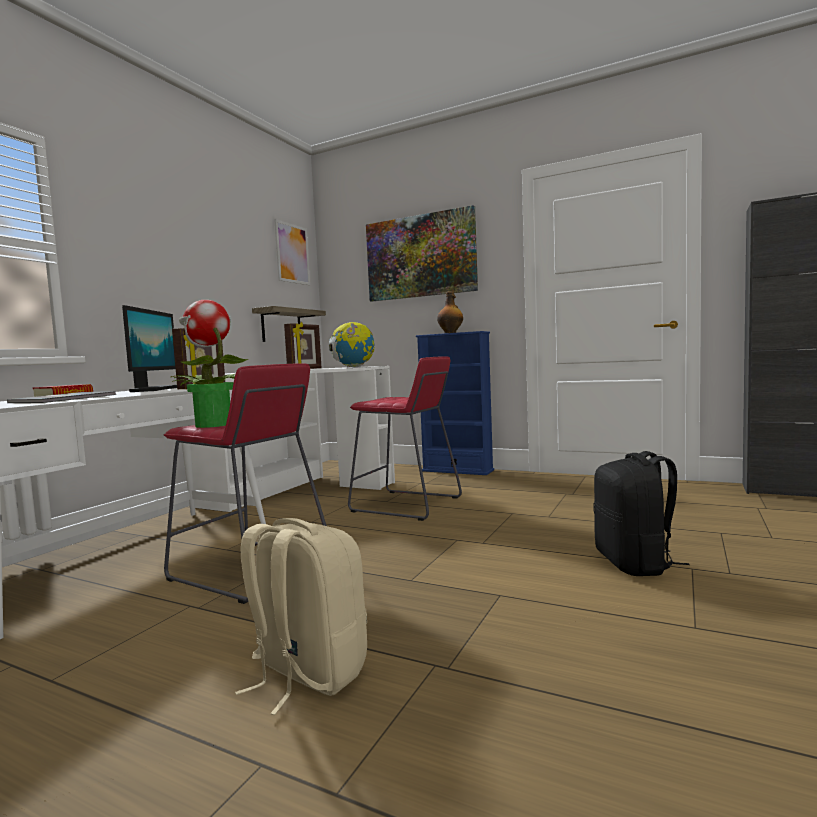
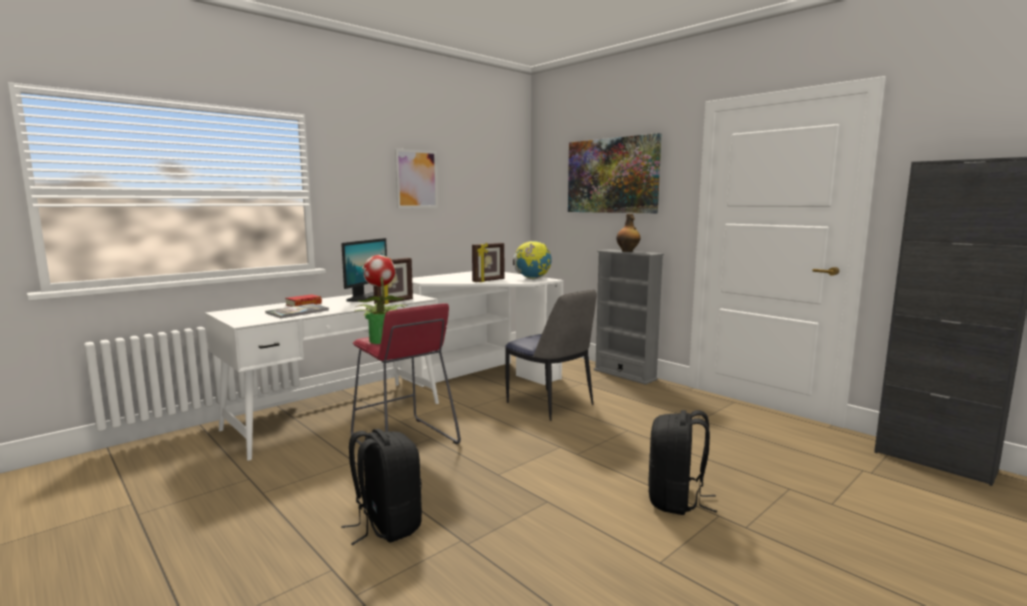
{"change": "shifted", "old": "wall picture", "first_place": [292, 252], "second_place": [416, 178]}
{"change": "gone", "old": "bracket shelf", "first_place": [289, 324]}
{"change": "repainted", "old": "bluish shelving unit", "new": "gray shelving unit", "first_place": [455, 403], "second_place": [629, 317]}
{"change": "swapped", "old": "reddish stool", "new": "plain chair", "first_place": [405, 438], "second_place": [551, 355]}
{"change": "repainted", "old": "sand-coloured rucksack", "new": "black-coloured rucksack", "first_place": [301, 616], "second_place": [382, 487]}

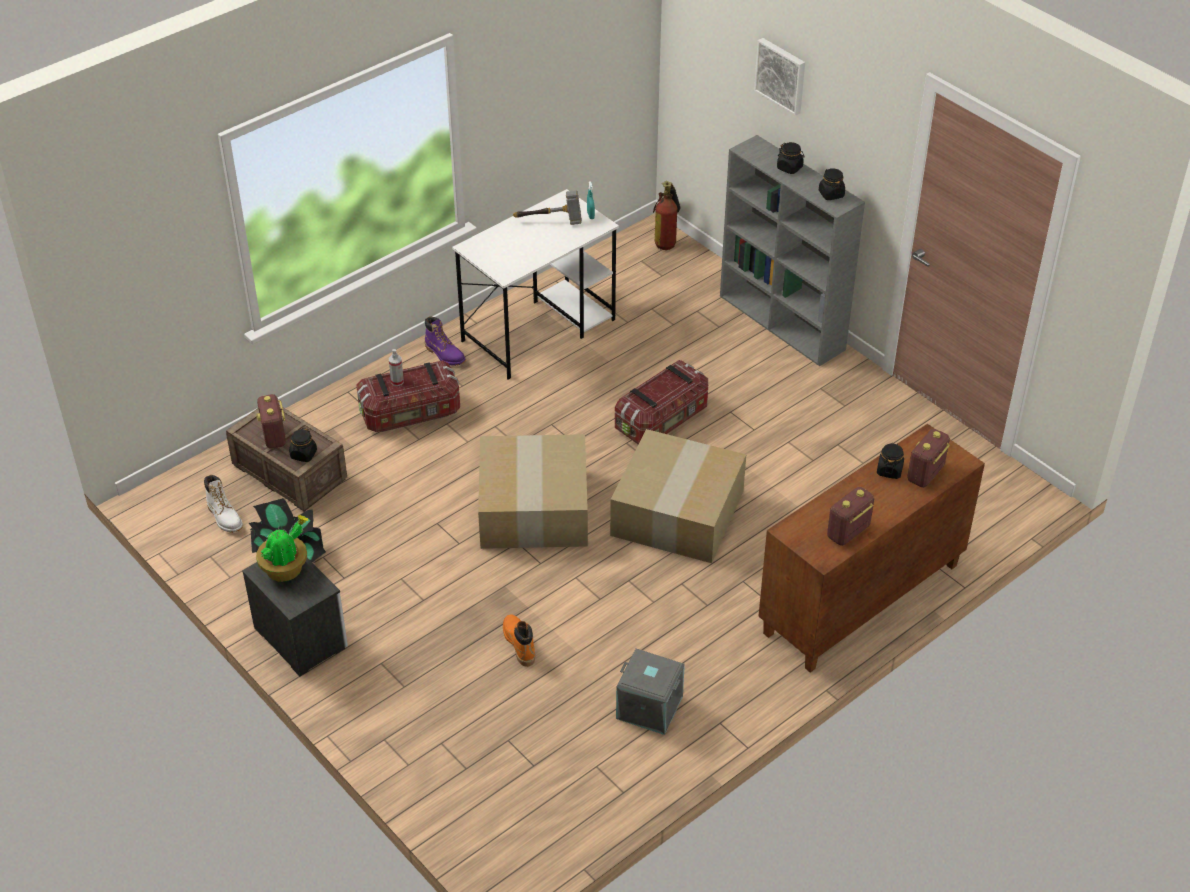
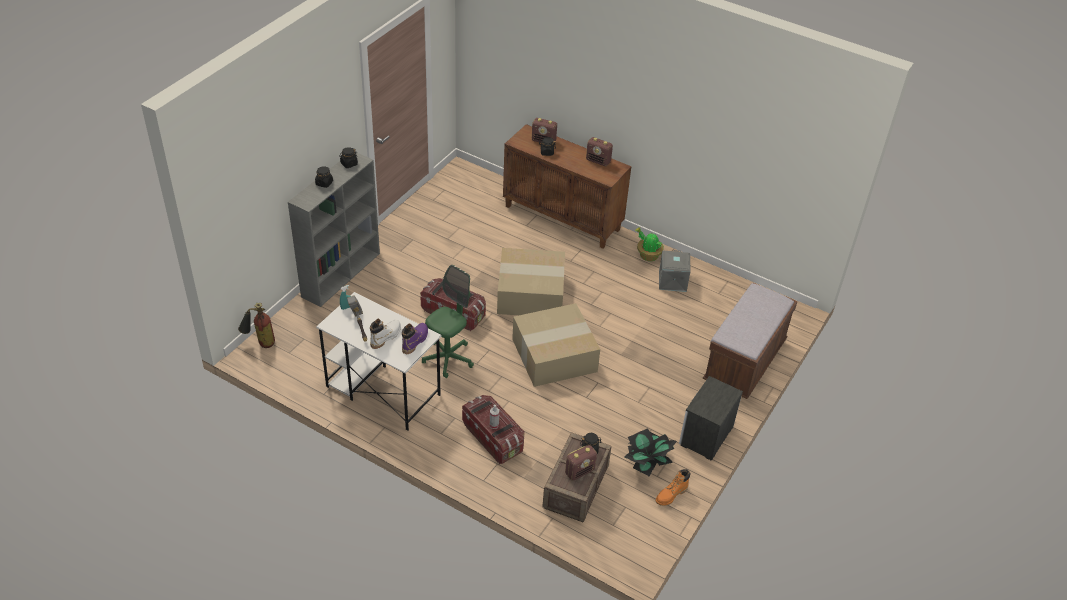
{"change": "gone", "old": "wall picture", "first_place": [779, 77]}
{"change": "shifted", "old": "purplish boot", "first_place": [445, 341], "second_place": [415, 338]}
{"change": "shifted", "old": "whitish boot", "first_place": [223, 504], "second_place": [385, 334]}
{"change": "shifted", "old": "potted plant", "first_place": [282, 548], "second_place": [649, 244]}
{"change": "shifted", "old": "orange boot", "first_place": [519, 641], "second_place": [673, 487]}
{"change": "new", "new": "green-coloured desk chair", "second_place": [448, 321]}
{"change": "new", "new": "brown-coloured indoor bench", "second_place": [750, 341]}

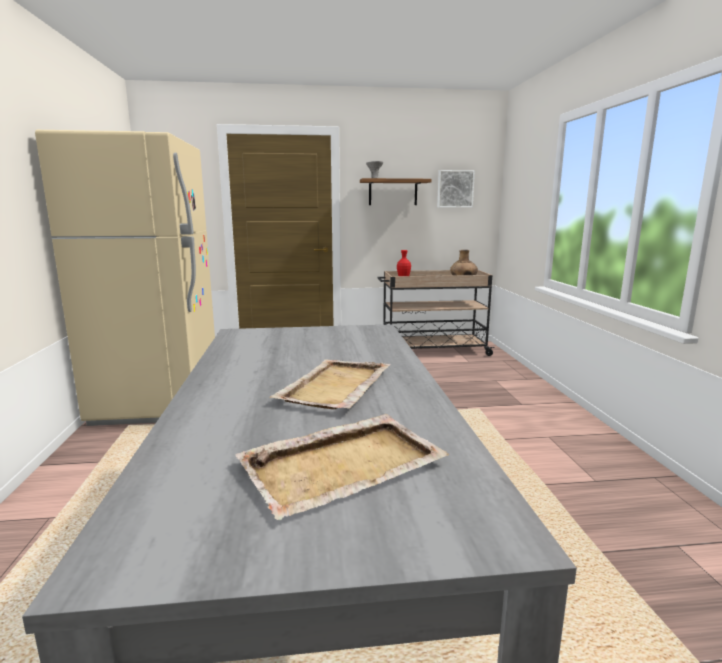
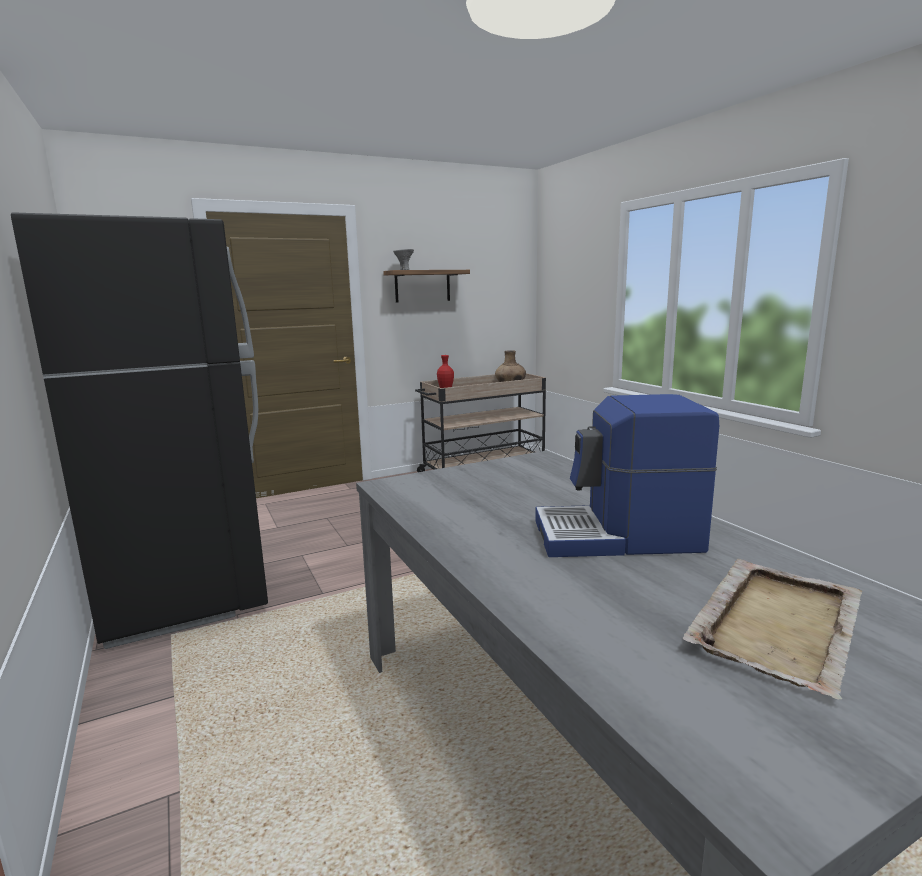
{"change": "repainted", "old": "sand-coloured fridge", "new": "black-coloured fridge", "first_place": [125, 278], "second_place": [139, 430]}
{"change": "gone", "old": "wall picture", "first_place": [456, 189]}
{"change": "swapped", "old": "sand-coloured tray", "new": "coffee maker", "first_place": [330, 384], "second_place": [627, 475]}

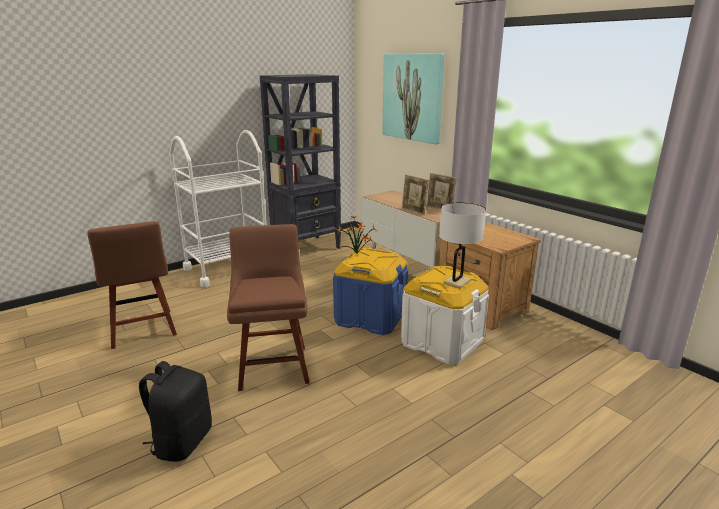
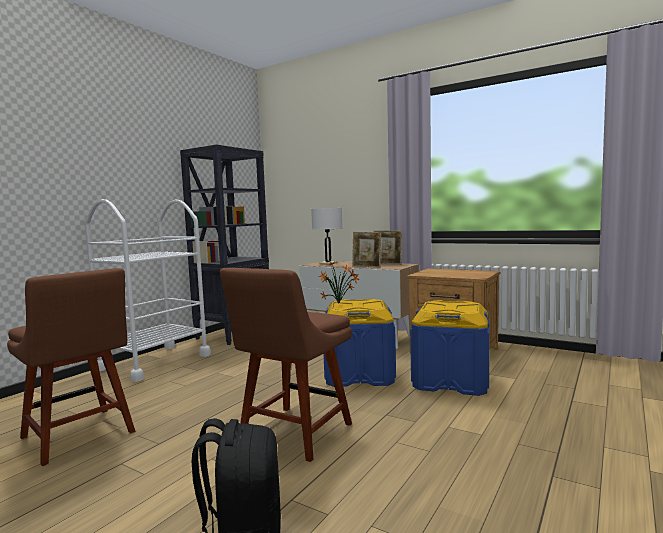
{"change": "gone", "old": "wall picture", "first_place": [413, 98]}
{"change": "shifted", "old": "whitish tabletop lamp", "first_place": [462, 245], "second_place": [326, 236]}
{"change": "rotated", "old": "brown-coloured plain chair", "first_place": [268, 307], "second_place": [286, 365], "degrees": -120}
{"change": "repainted", "old": "whitish storage container", "new": "bluish storage container", "first_place": [445, 315], "second_place": [449, 348]}

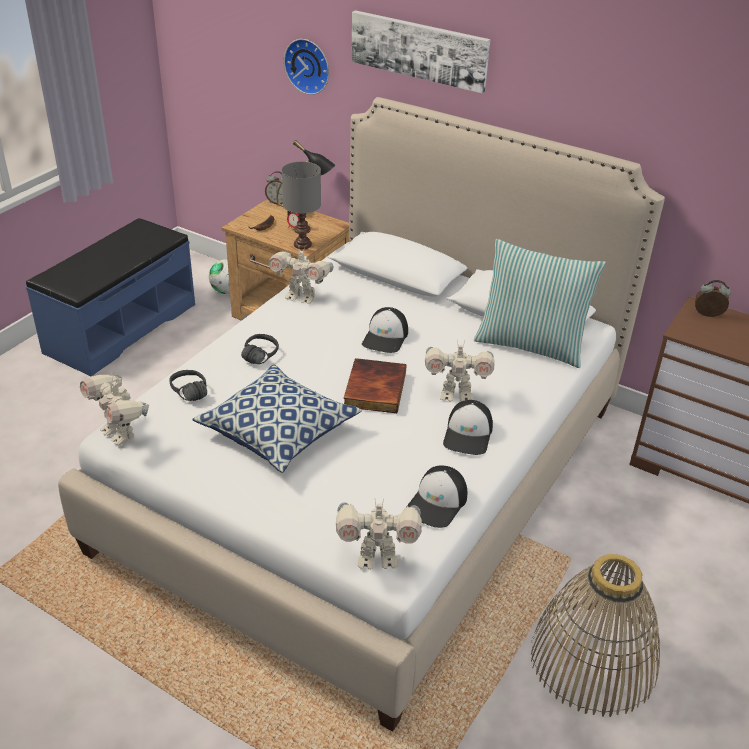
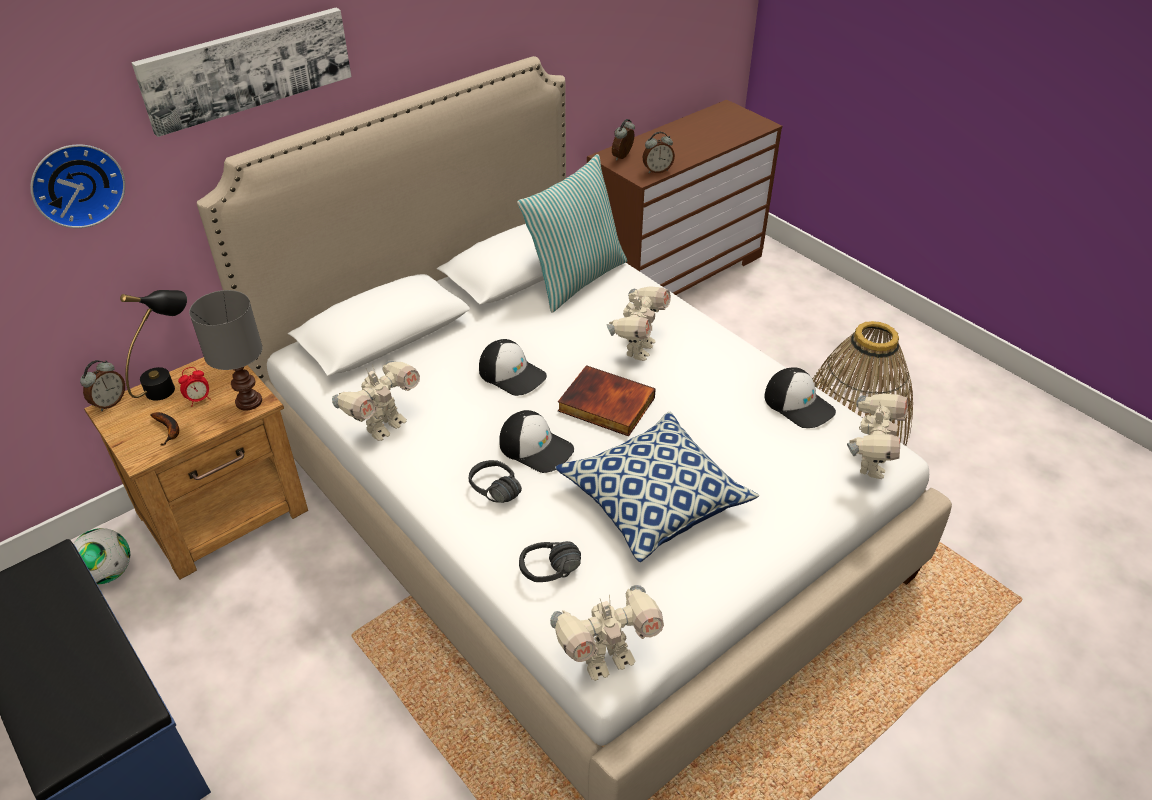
{"change": "shifted", "old": "cap", "first_place": [468, 427], "second_place": [536, 441]}
{"change": "new", "new": "bedside clock", "second_place": [658, 152]}

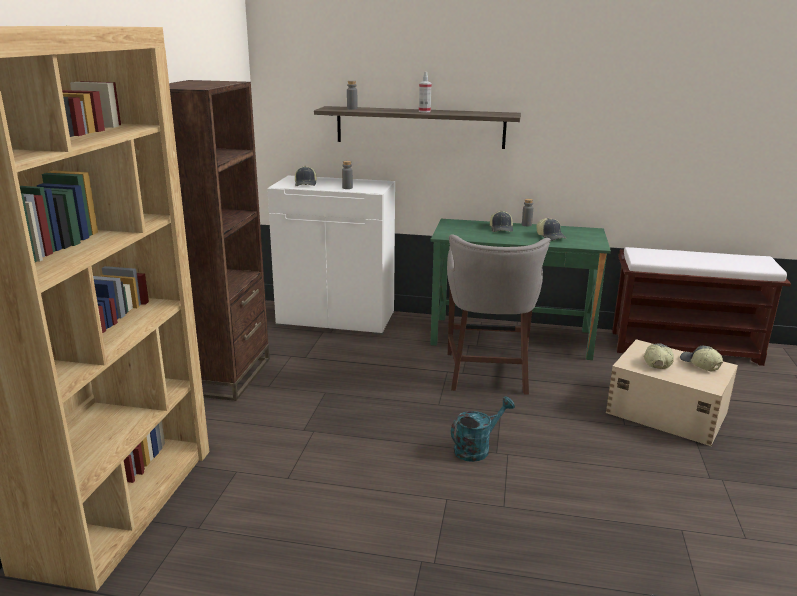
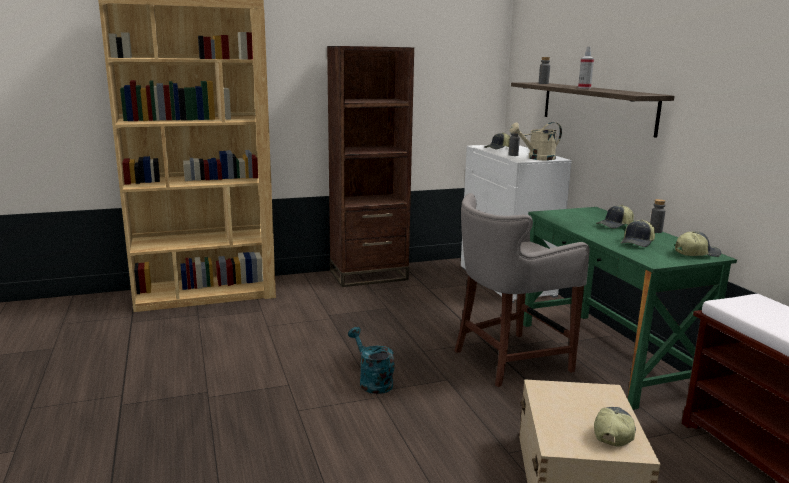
{"change": "shifted", "old": "cap", "first_place": [659, 356], "second_place": [698, 244]}
{"change": "rotated", "old": "turquoise sprinkling can", "first_place": [483, 429], "second_place": [371, 360], "degrees": -150}
{"change": "new", "new": "sand-coloured sprinkling can", "second_place": [535, 141]}

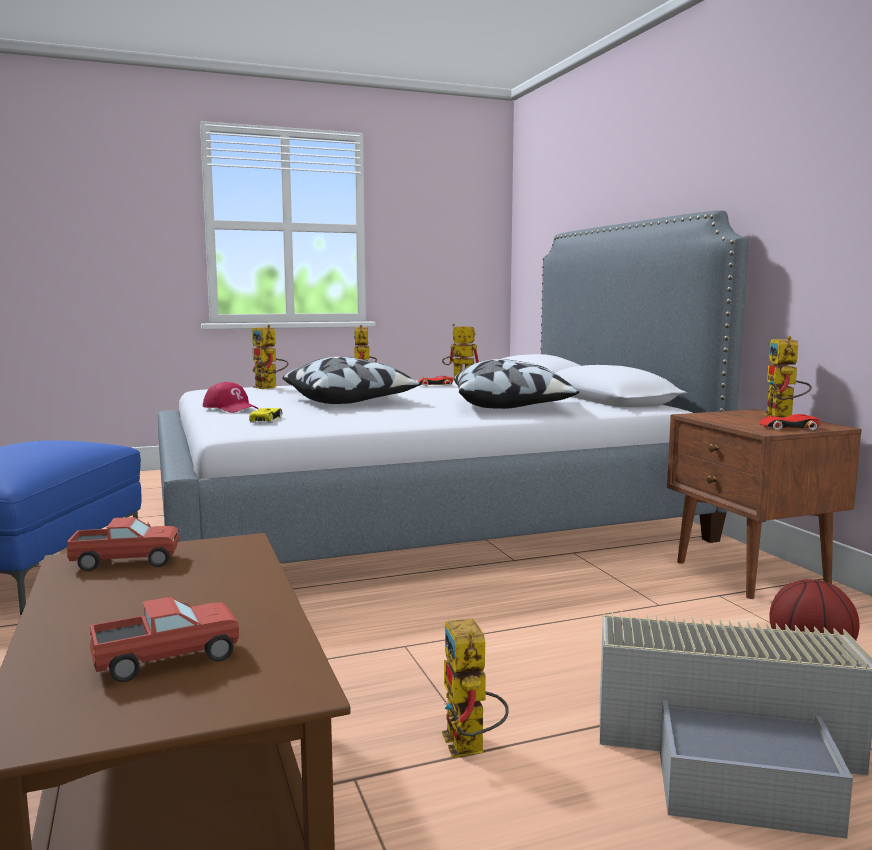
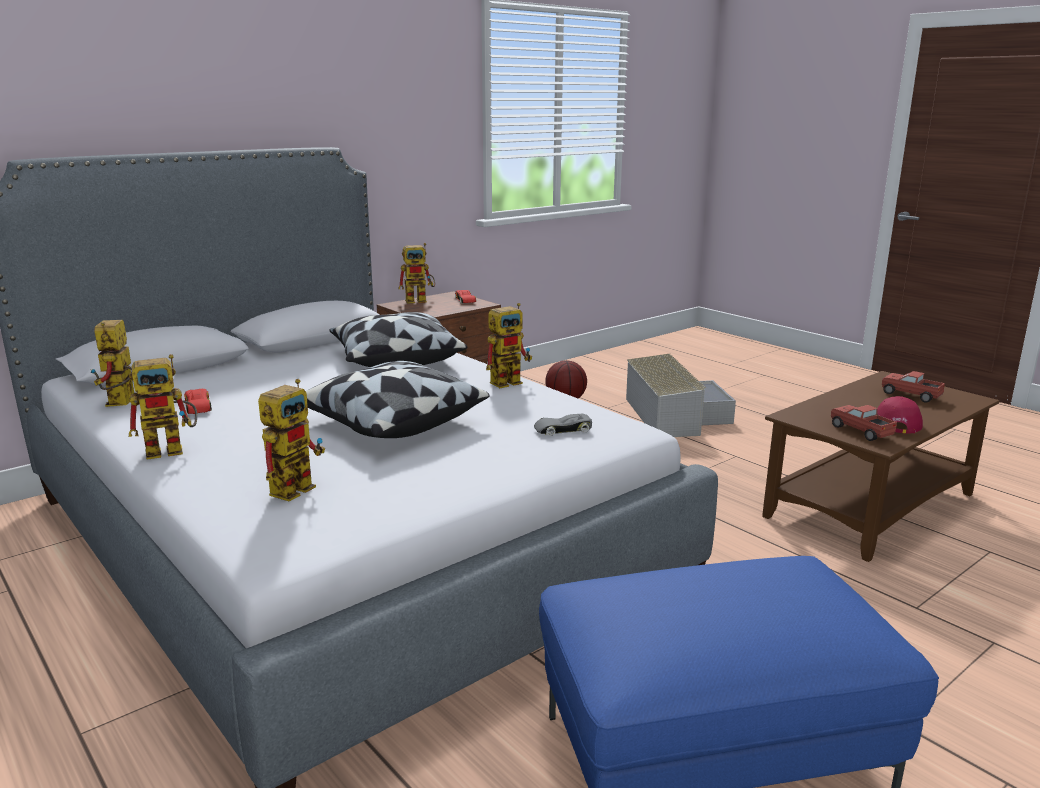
{"change": "shifted", "old": "reddish cap", "first_place": [230, 397], "second_place": [900, 415]}
{"change": "repainted", "old": "yellowish miniature car", "new": "gray miniature car", "first_place": [265, 415], "second_place": [563, 425]}
{"change": "shifted", "old": "toy robot", "first_place": [475, 688], "second_place": [509, 345]}

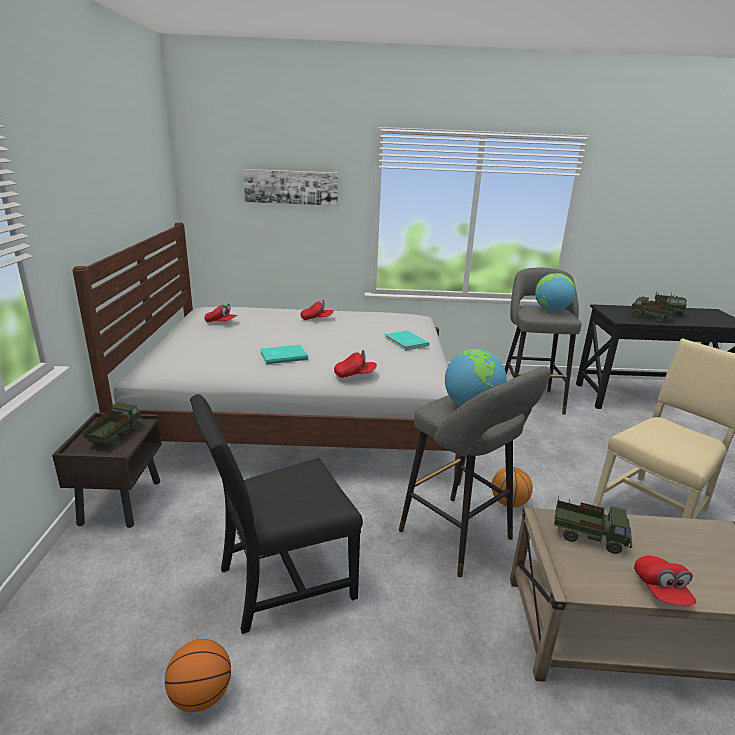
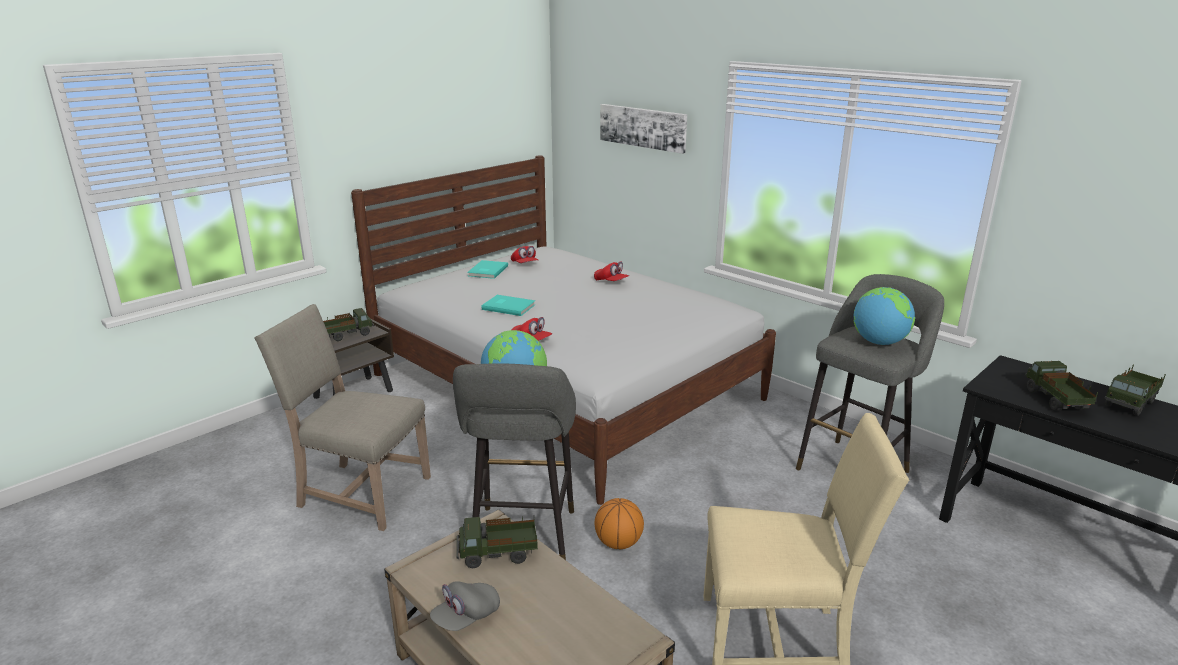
{"change": "shifted", "old": "turquoise book", "first_place": [407, 340], "second_place": [487, 269]}
{"change": "repainted", "old": "black-coloured plain chair", "new": "sand-coloured plain chair", "first_place": [276, 514], "second_place": [342, 417]}
{"change": "rotated", "old": "toy lorry", "first_place": [593, 525], "second_place": [497, 542], "degrees": 105}
{"change": "repainted", "old": "reddish cap", "new": "gray cap", "first_place": [665, 580], "second_place": [465, 606]}
{"change": "gone", "old": "basketball ball", "first_place": [198, 675]}

